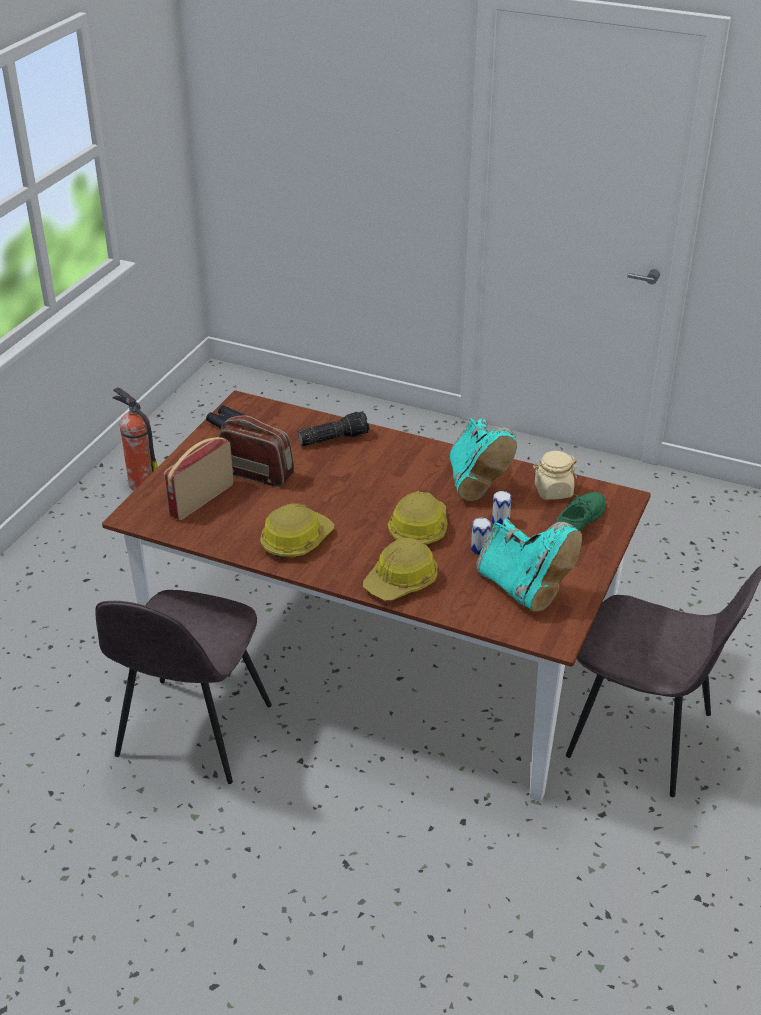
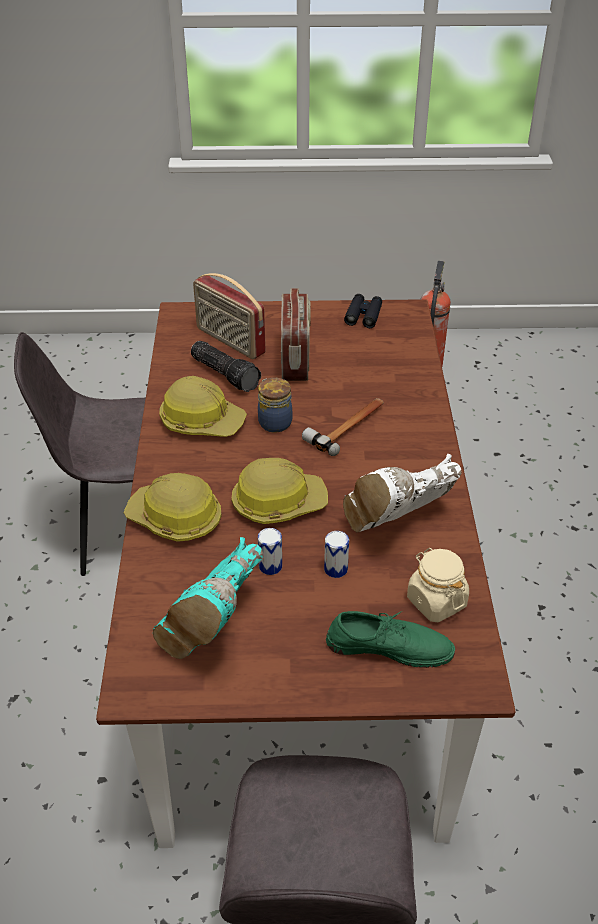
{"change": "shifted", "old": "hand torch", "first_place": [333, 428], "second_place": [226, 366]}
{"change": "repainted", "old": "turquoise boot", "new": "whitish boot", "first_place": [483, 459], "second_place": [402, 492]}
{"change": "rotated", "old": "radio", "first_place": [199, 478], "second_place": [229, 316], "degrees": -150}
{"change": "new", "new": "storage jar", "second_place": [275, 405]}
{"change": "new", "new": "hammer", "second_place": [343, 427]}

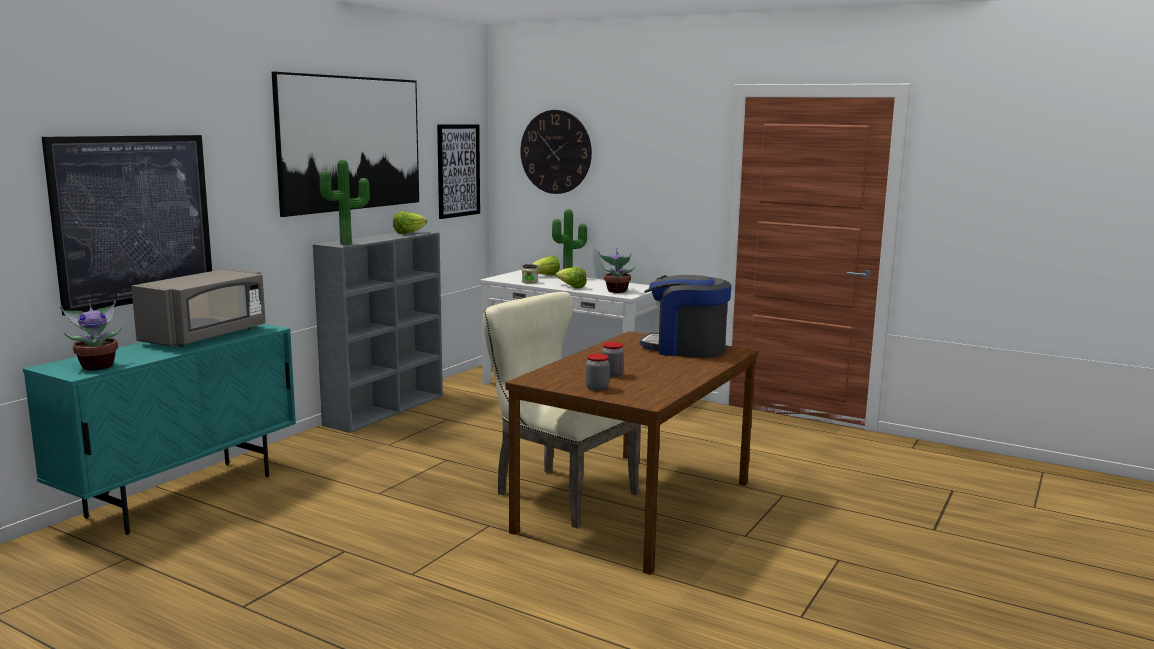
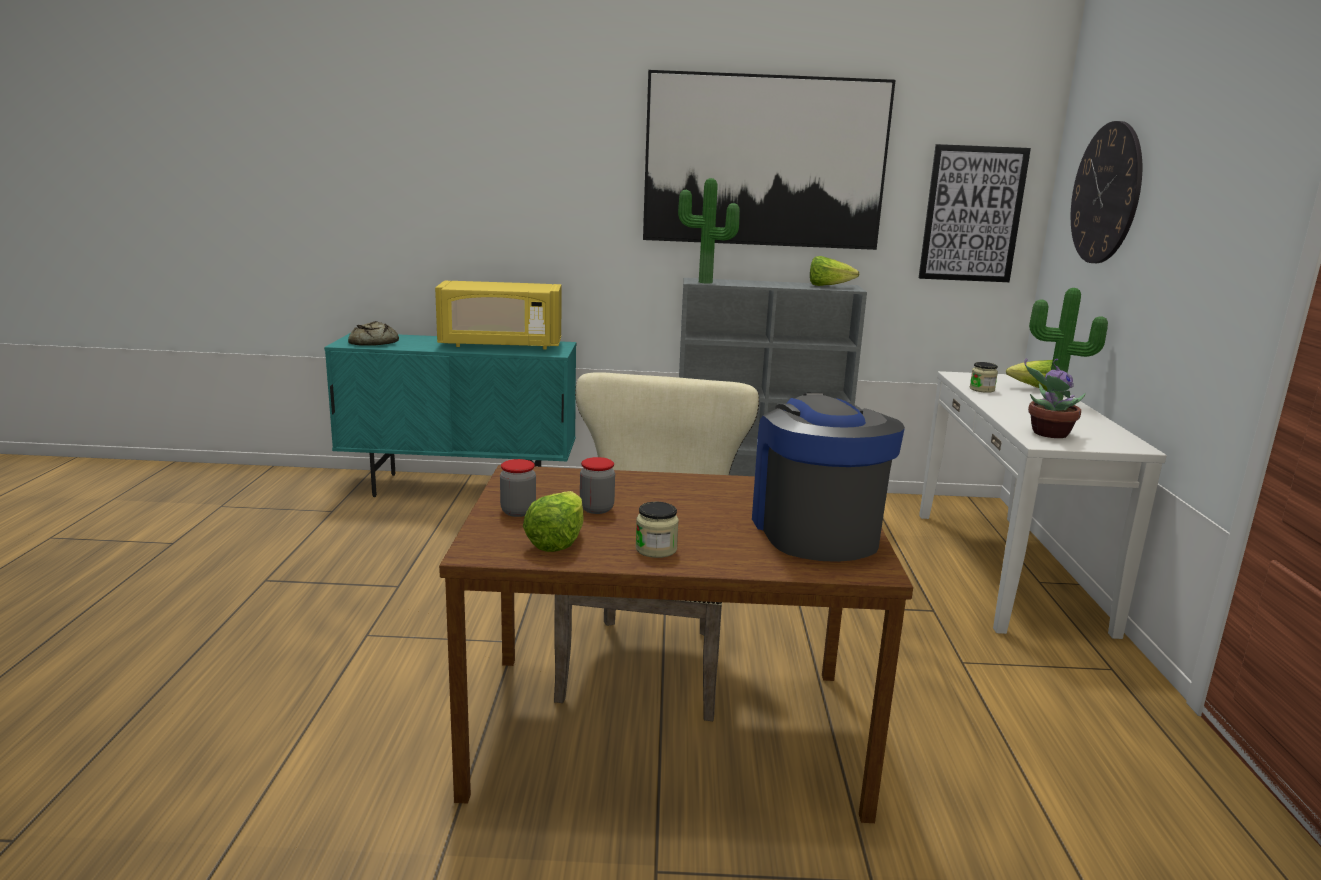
{"change": "gone", "old": "wall picture", "first_place": [127, 225]}
{"change": "shifted", "old": "lettuce head", "first_place": [570, 278], "second_place": [553, 521]}
{"change": "repainted", "old": "gray microwave", "new": "yellowish microwave", "first_place": [198, 307], "second_place": [498, 315]}
{"change": "swapped", "old": "potted plant", "new": "bakery bread", "first_place": [91, 335], "second_place": [373, 333]}
{"change": "new", "new": "storage jar", "second_place": [657, 530]}

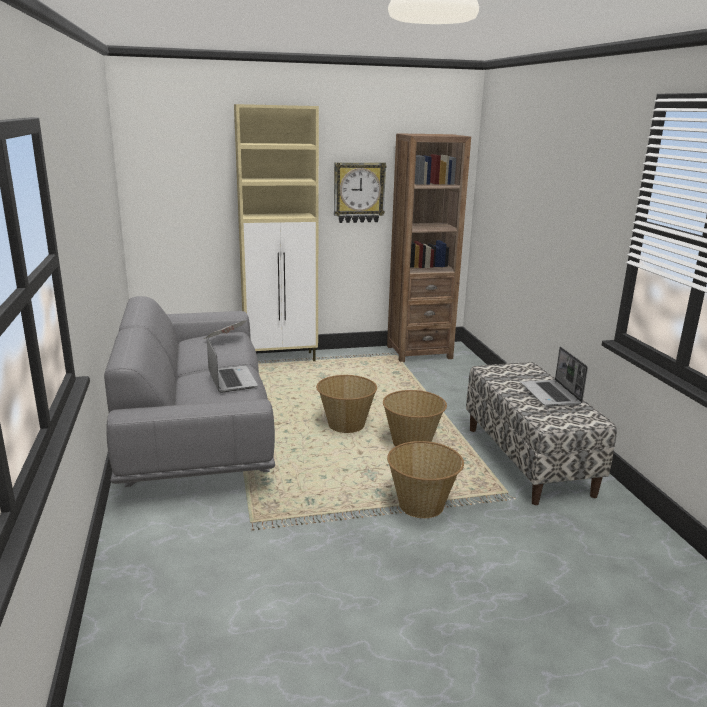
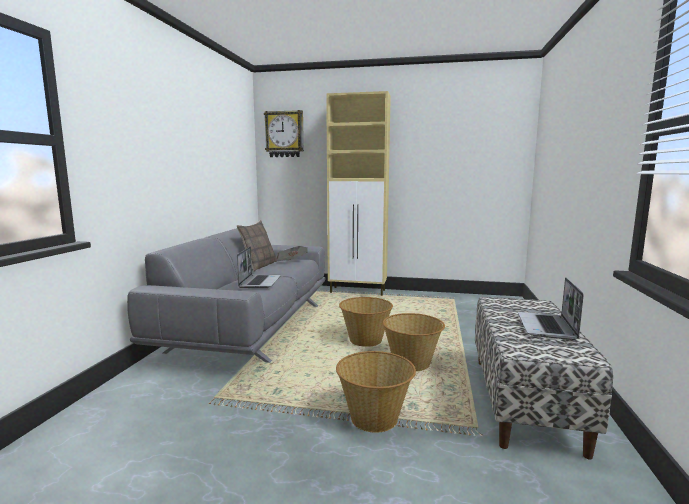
{"change": "gone", "old": "brown-coloured shelving unit", "first_place": [429, 247]}
{"change": "shifted", "old": "clock on the wall", "first_place": [360, 192], "second_place": [284, 133]}
{"change": "new", "new": "cushion", "second_place": [257, 245]}

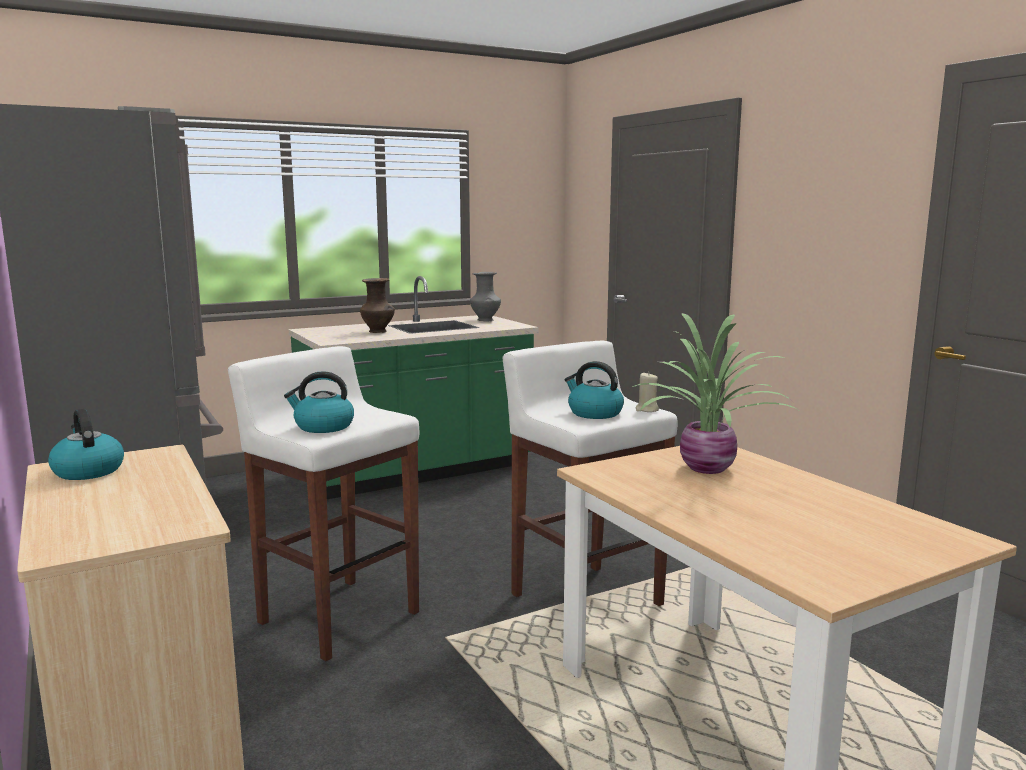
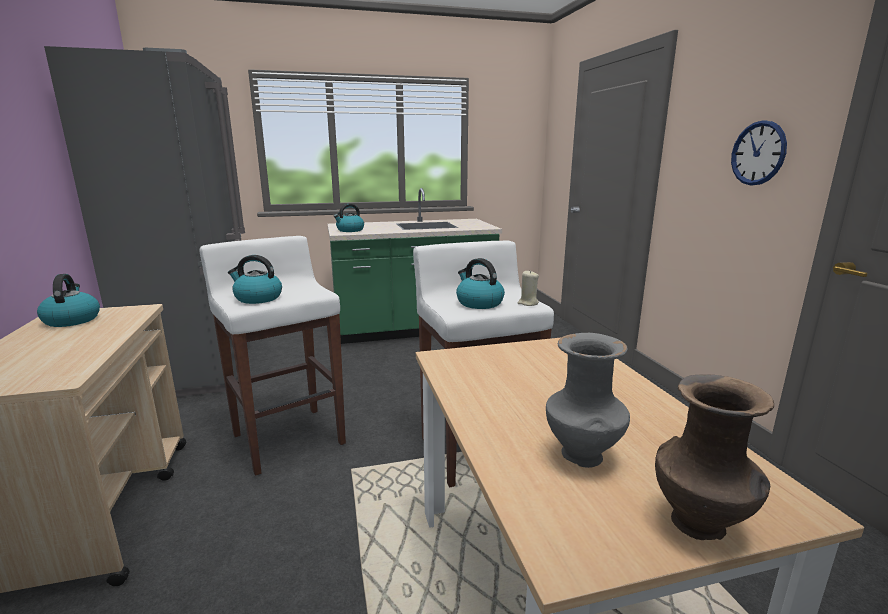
{"change": "shifted", "old": "gray flower vase", "first_place": [485, 297], "second_place": [588, 400]}
{"change": "shifted", "old": "brown-coloured flower vase", "first_place": [377, 305], "second_place": [714, 457]}
{"change": "gone", "old": "potted plant", "first_place": [715, 393]}
{"change": "new", "new": "clock on the wall", "second_place": [759, 152]}
{"change": "new", "new": "kettle", "second_place": [348, 218]}

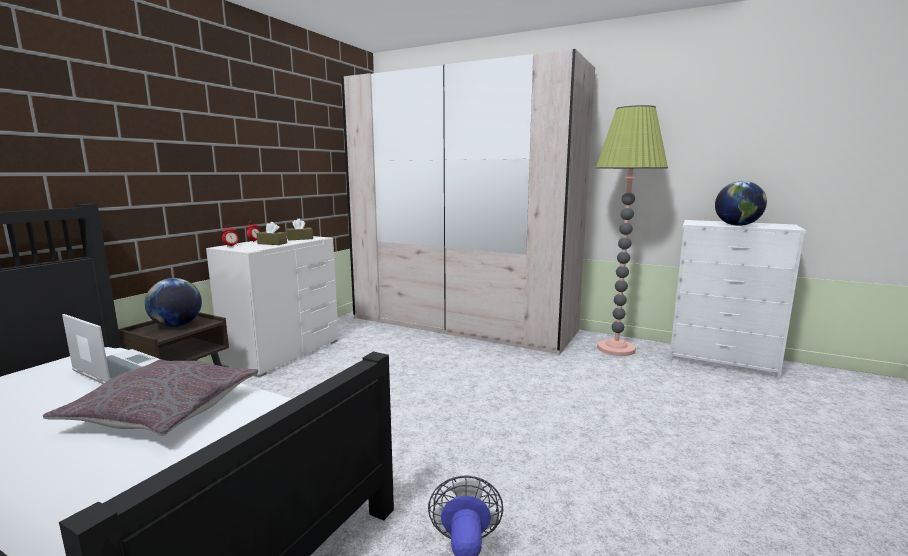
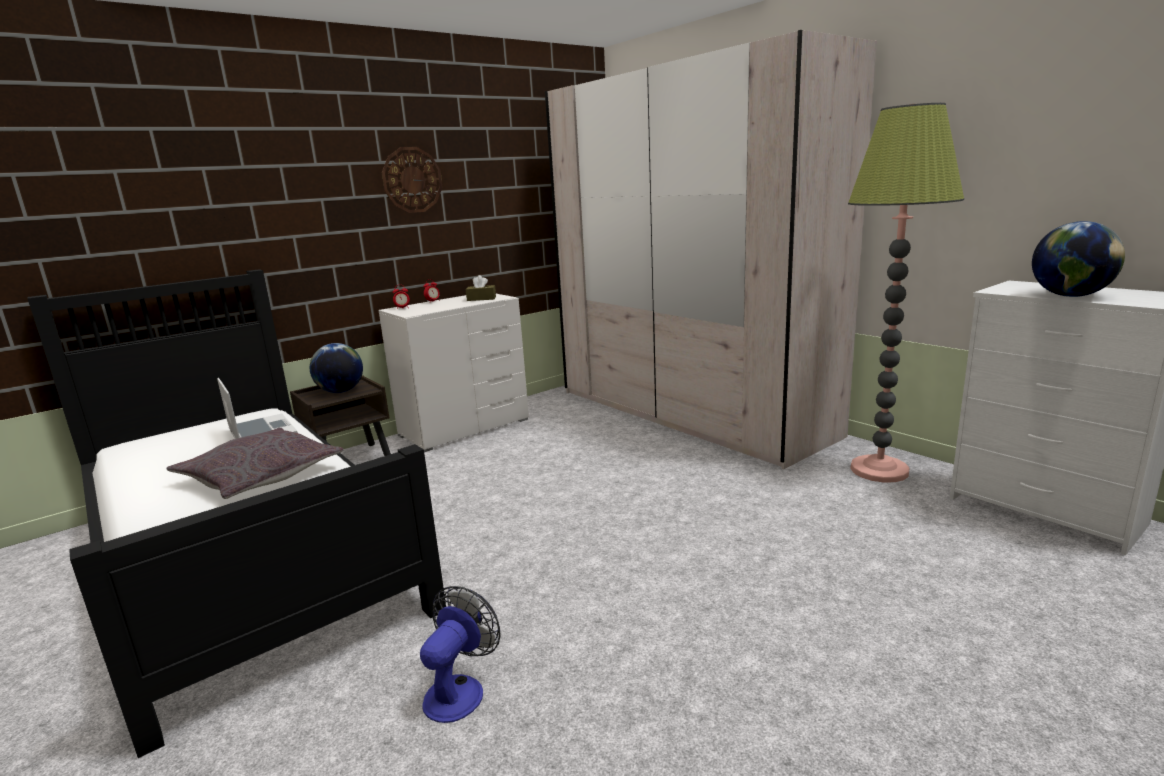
{"change": "gone", "old": "brown-coloured tissue box", "first_place": [272, 233]}
{"change": "new", "new": "clock on the wall", "second_place": [412, 180]}

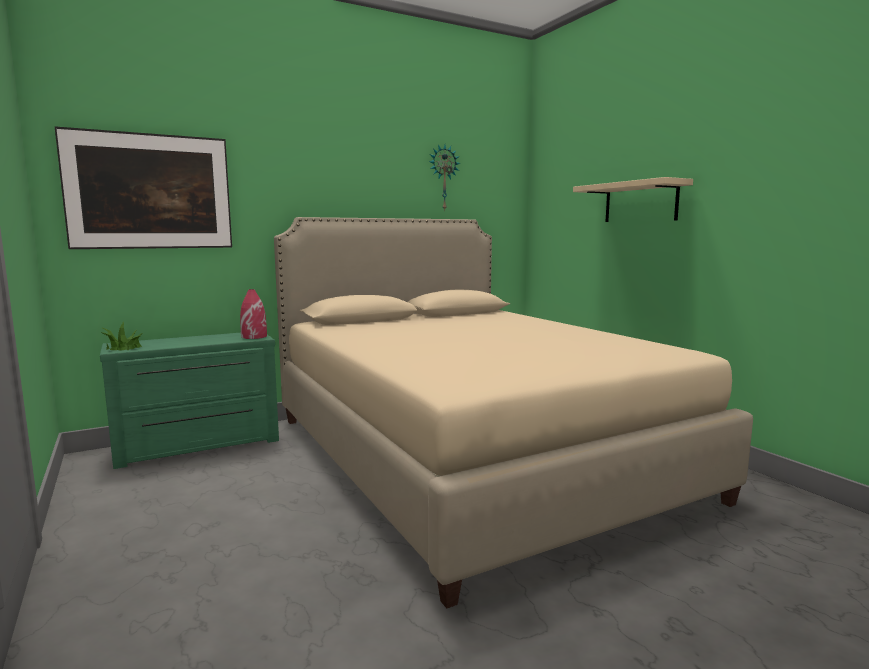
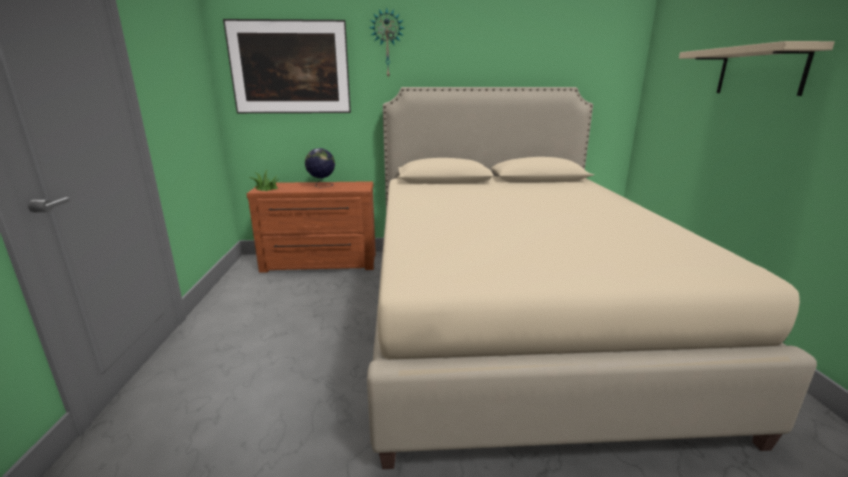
{"change": "shifted", "old": "clock on the wall", "first_place": [444, 177], "second_place": [386, 43]}
{"change": "gone", "old": "reddish flower vase", "first_place": [253, 314]}
{"change": "repainted", "old": "green-coloured dresser", "new": "brown-coloured dresser", "first_place": [189, 401], "second_place": [311, 227]}
{"change": "new", "new": "globe", "second_place": [320, 167]}

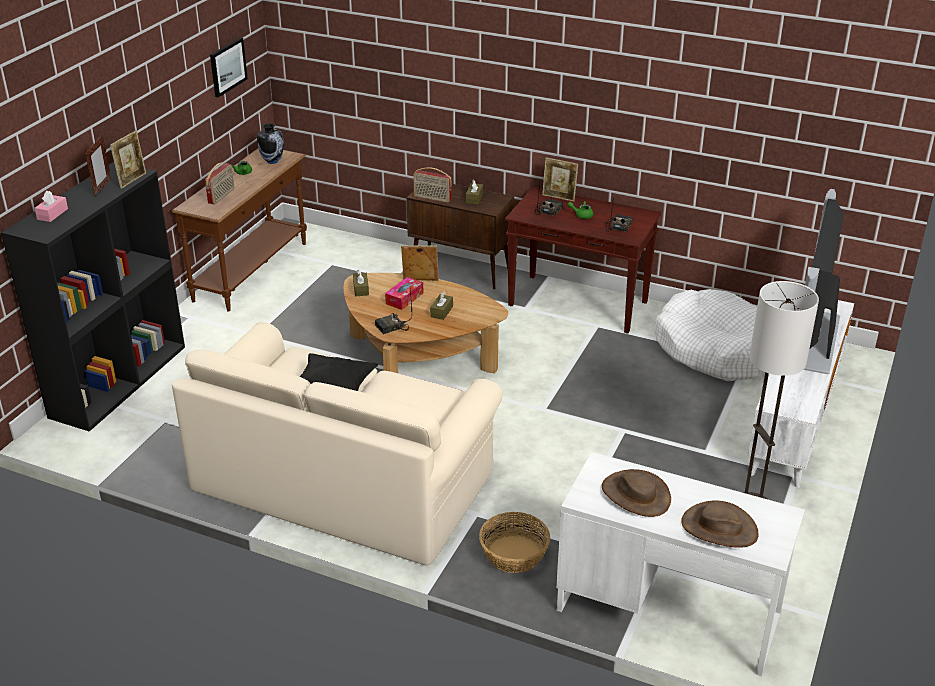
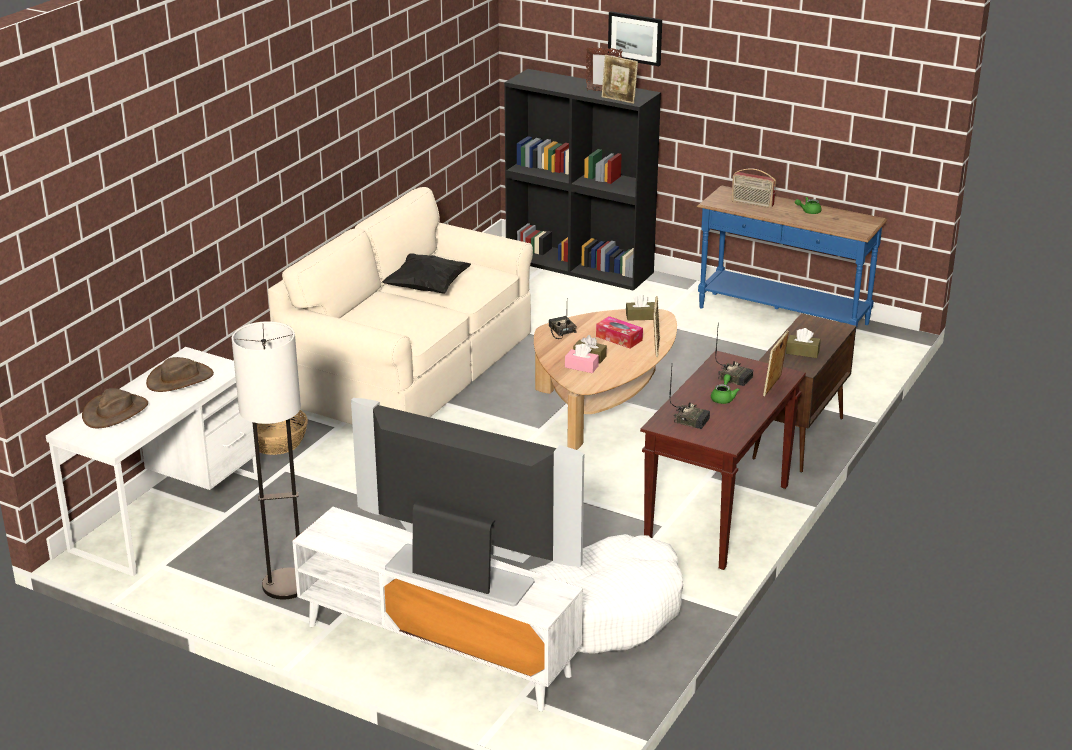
{"change": "shifted", "old": "wall picture", "first_place": [229, 68], "second_place": [635, 38]}
{"change": "gone", "old": "flower vase", "first_place": [270, 143]}
{"change": "repainted", "old": "brown-coloured console table", "new": "bluish console table", "first_place": [239, 230], "second_place": [792, 256]}
{"change": "gone", "old": "radio", "first_place": [432, 185]}
{"change": "shifted", "old": "pinkish tissue box", "first_place": [51, 206], "second_place": [582, 358]}

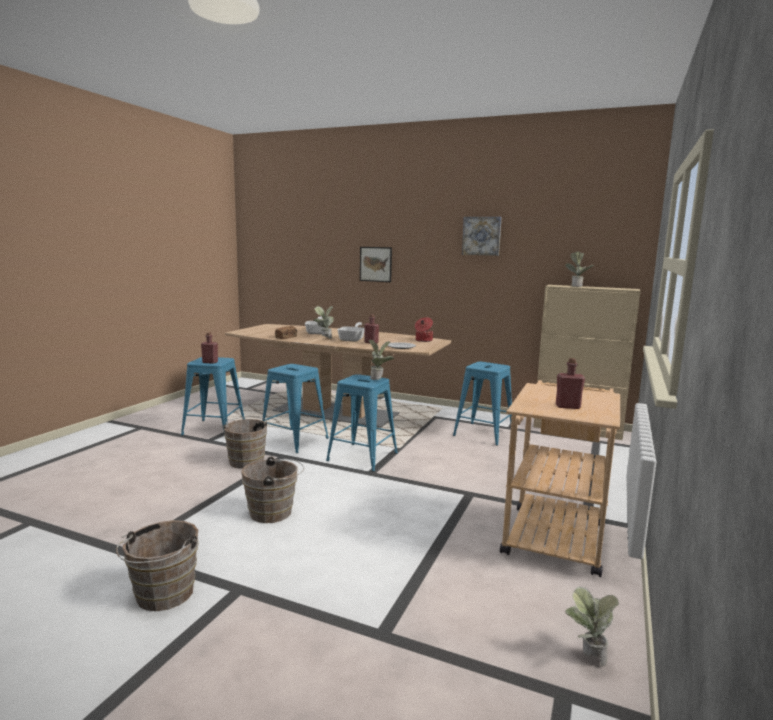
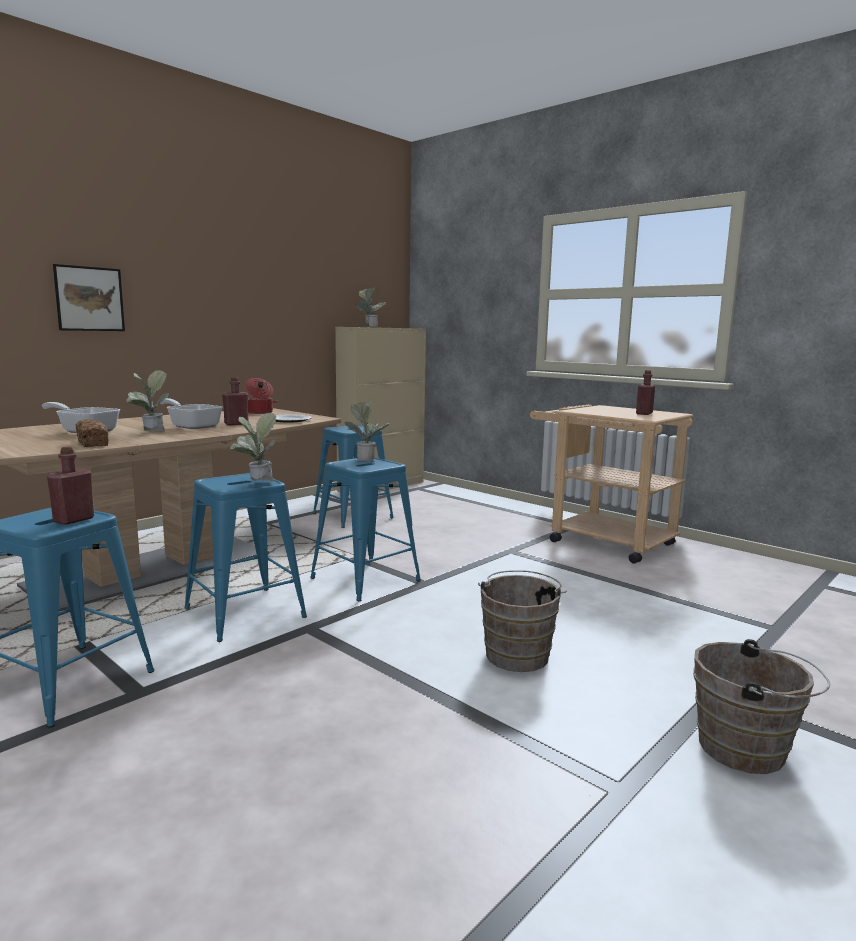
{"change": "gone", "old": "wall picture", "first_place": [482, 236]}
{"change": "gone", "old": "brown-coloured pail", "first_place": [246, 442]}
{"change": "shifted", "old": "potted plant", "first_place": [592, 626], "second_place": [253, 447]}

